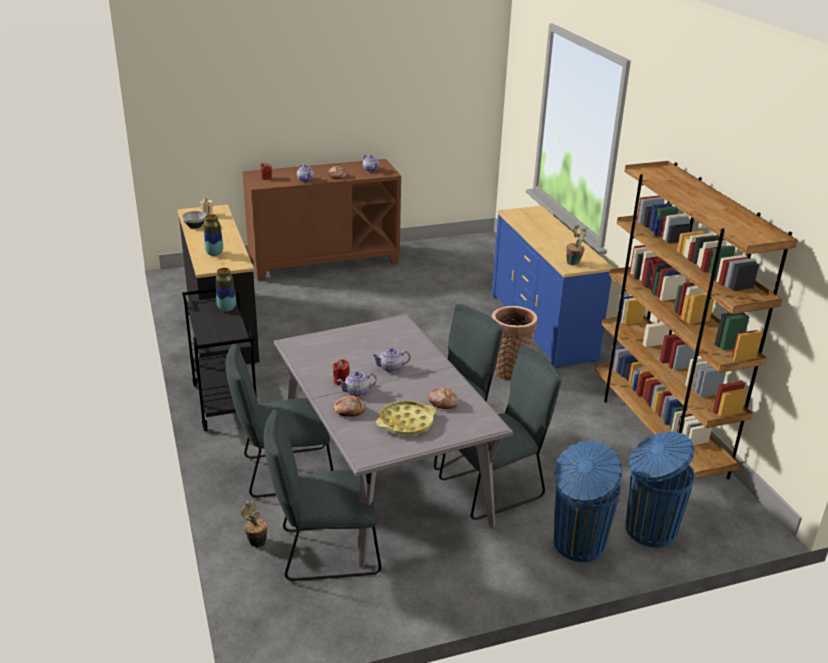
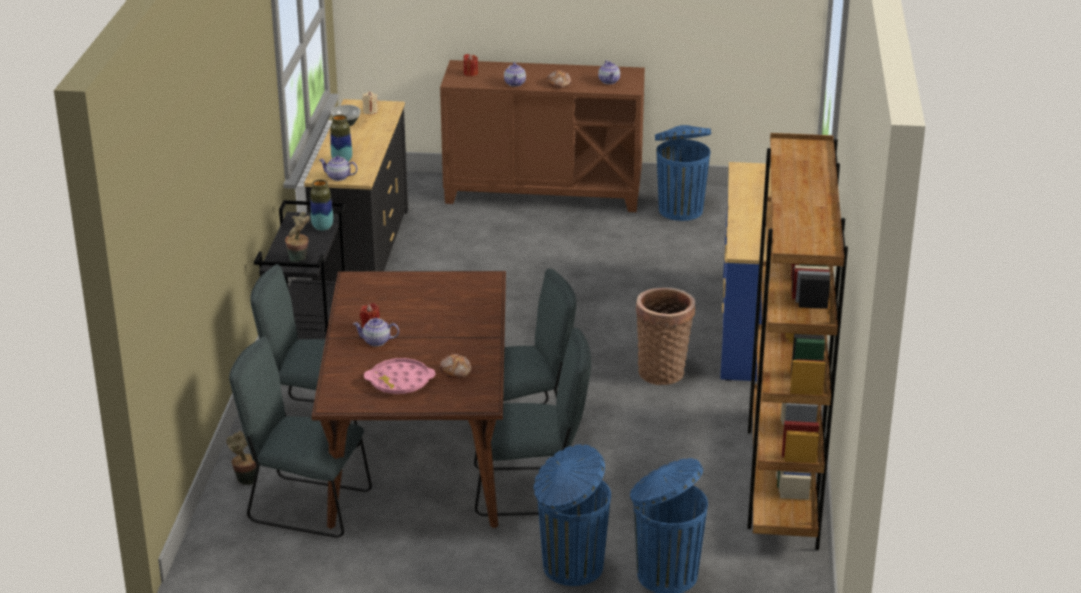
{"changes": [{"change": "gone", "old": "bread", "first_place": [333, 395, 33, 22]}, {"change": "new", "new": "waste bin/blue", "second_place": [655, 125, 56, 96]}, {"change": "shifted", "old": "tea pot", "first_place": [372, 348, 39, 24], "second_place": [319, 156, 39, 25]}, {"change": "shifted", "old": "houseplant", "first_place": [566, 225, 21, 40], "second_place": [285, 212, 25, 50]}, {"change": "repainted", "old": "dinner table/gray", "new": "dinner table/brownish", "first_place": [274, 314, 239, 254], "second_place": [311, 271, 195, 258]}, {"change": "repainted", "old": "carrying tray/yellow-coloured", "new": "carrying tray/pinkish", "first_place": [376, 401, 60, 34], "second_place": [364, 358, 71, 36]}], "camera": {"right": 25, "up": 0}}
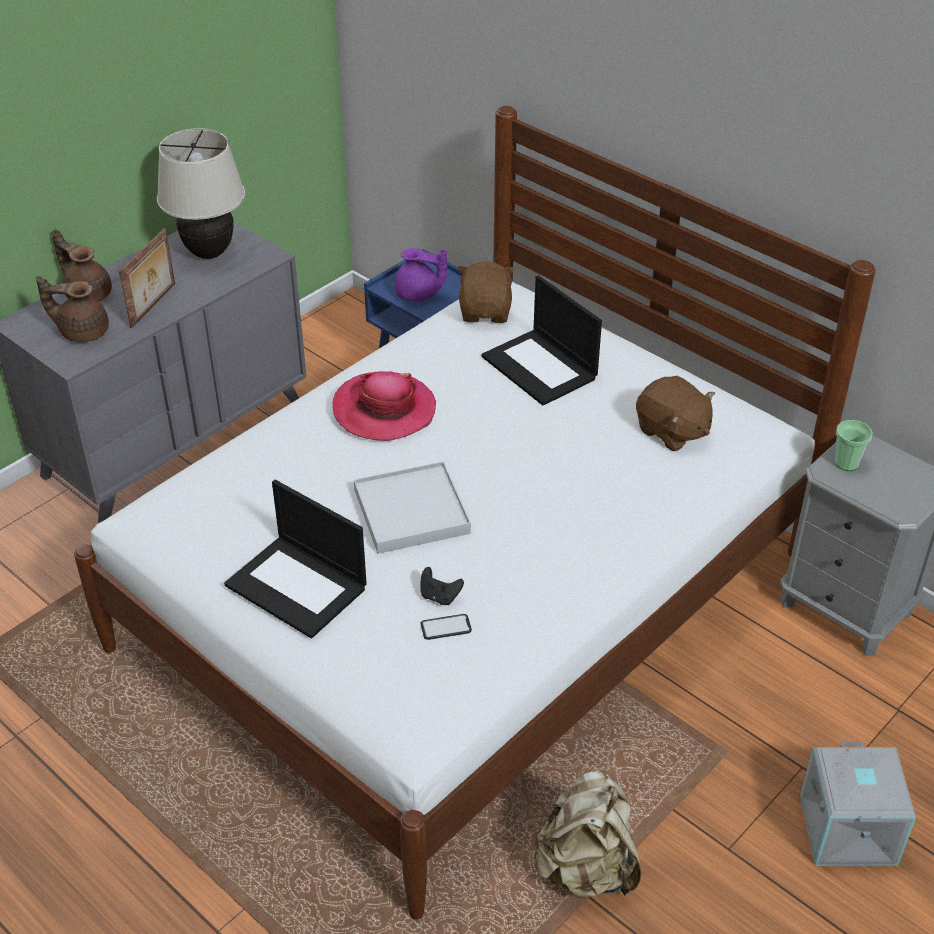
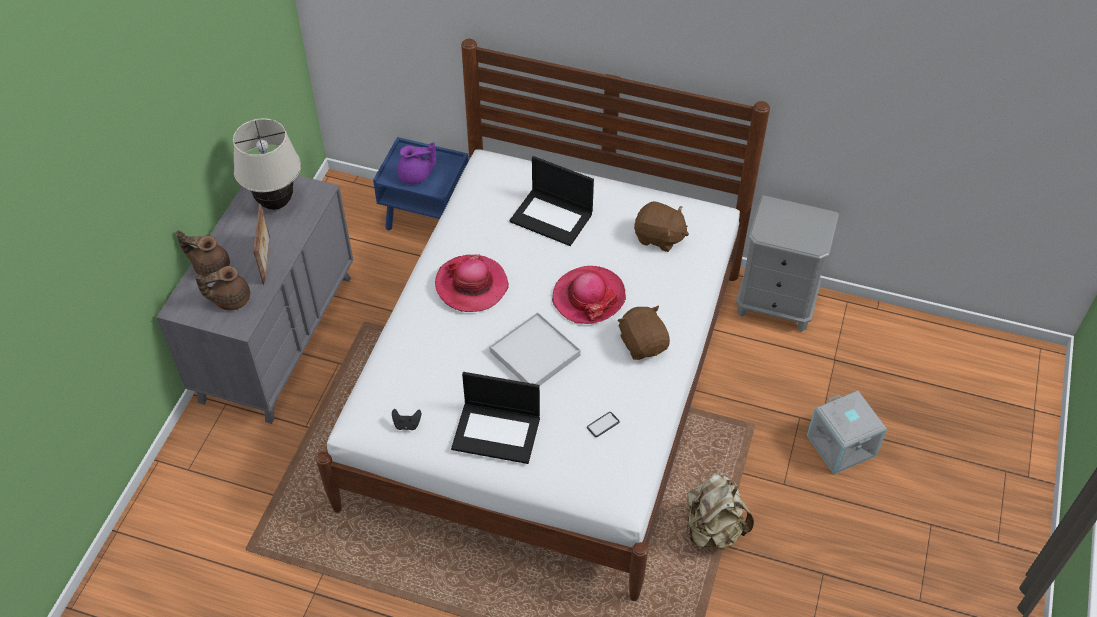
{"changes": [{"change": "gone", "old": "small cup", "first_place": [835, 420, 38, 51]}, {"change": "new", "new": "hat", "second_place": [552, 266, 74, 58]}, {"change": "shifted", "old": "gamepad/black", "first_place": [420, 567, 44, 38], "second_place": [392, 409, 29, 21]}, {"change": "shifted", "old": "cuddly toy/brownish", "first_place": [457, 261, 58, 62], "second_place": [617, 306, 53, 54]}], "camera": {"right": -25, "up": 10}}
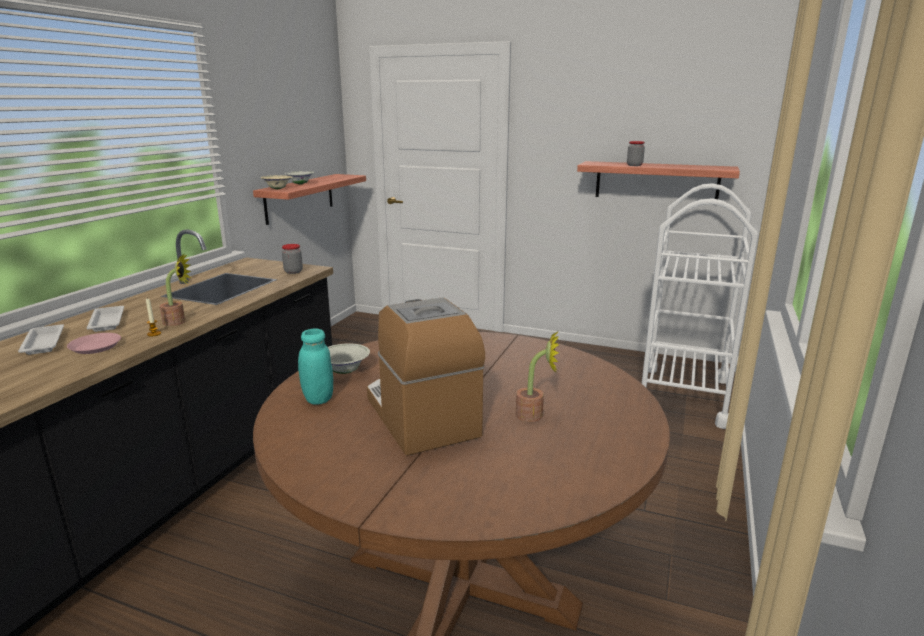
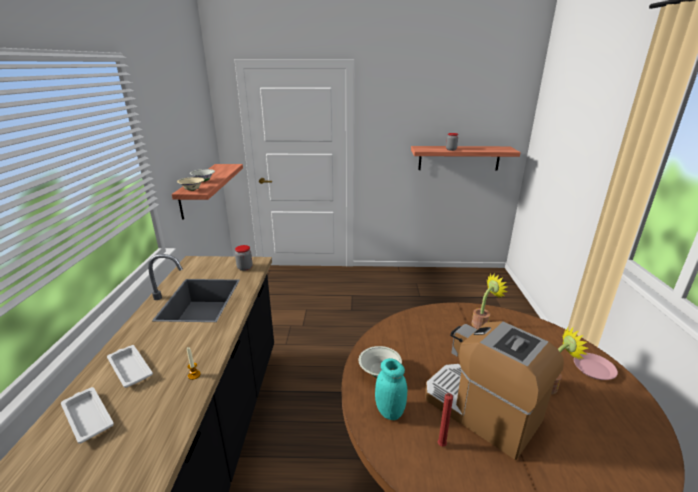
{"changes": [{"change": "gone", "old": "trolley/white-coloured", "first_place": [642, 183, 116, 246]}, {"change": "new", "new": "candle/red", "second_place": [438, 393, 15, 54]}, {"change": "shifted", "old": "flat dish/pinkish", "first_place": [67, 333, 54, 21], "second_place": [574, 353, 44, 27]}, {"change": "shifted", "old": "houseplant", "first_place": [160, 253, 31, 73], "second_place": [472, 273, 35, 56]}], "camera": {"right": -20, "up": 5}}
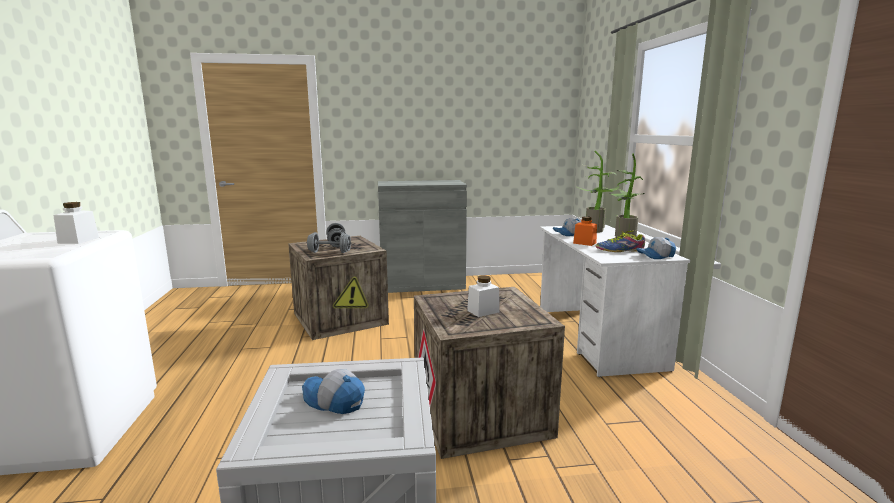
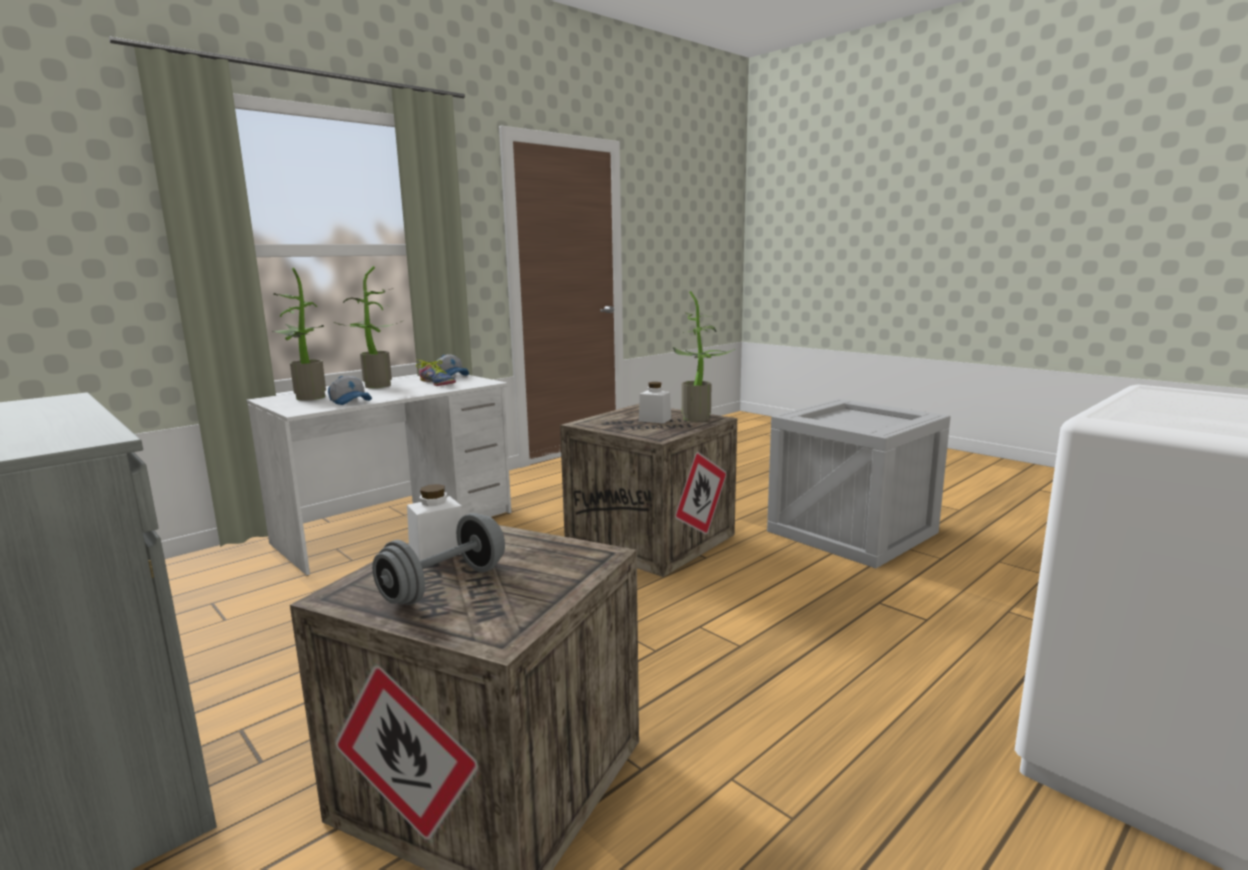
{"changes": [{"change": "gone", "old": "cap", "first_place": [302, 369, 63, 45]}, {"change": "gone", "old": "dumbbell/gray", "first_place": [307, 232, 44, 21]}, {"change": "gone", "old": "preserve jar/orange", "first_place": [573, 216, 24, 30]}, {"change": "new", "new": "houseplant", "second_place": [673, 291, 62, 131]}, {"change": "shifted", "old": "preserve jar/white-coloured", "first_place": [53, 202, 46, 42], "second_place": [407, 484, 56, 77]}], "camera": {"right": -125, "up": 0}}
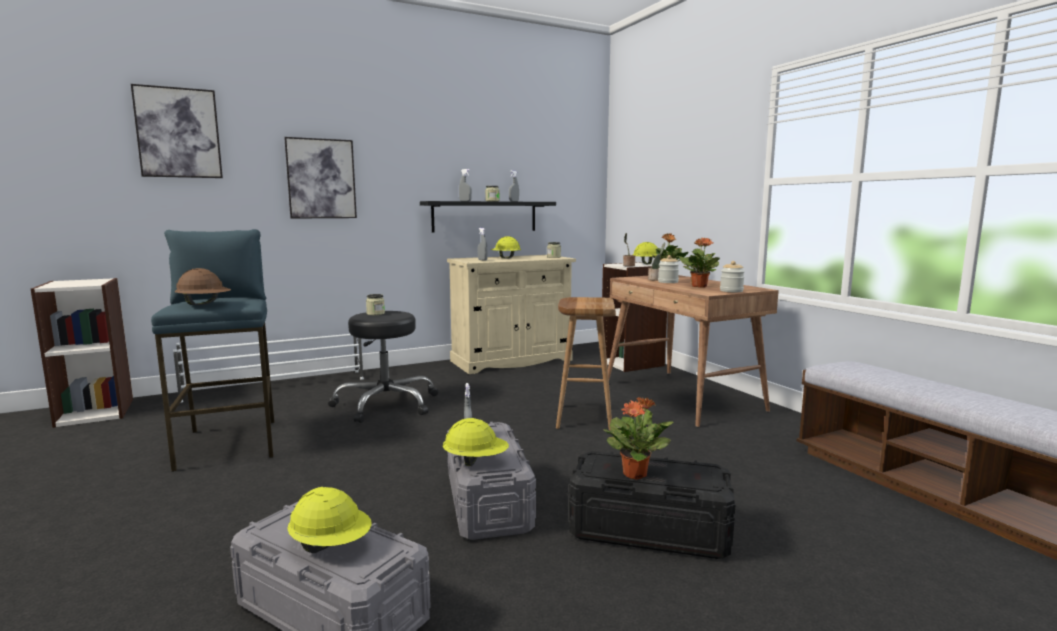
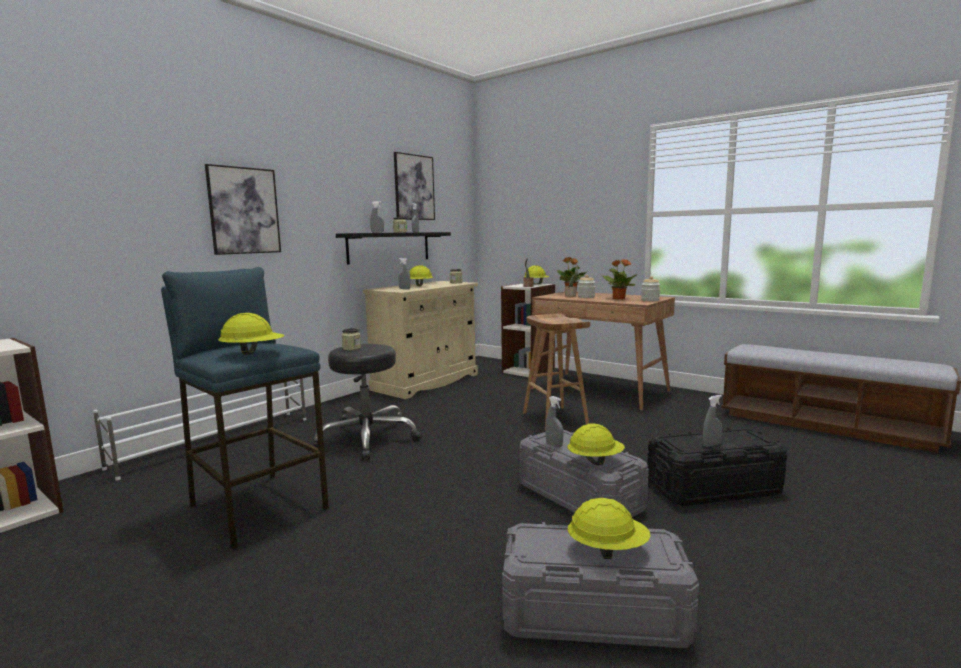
{"changes": [{"change": "shifted", "old": "picture", "first_place": [131, 84, 92, 94], "second_place": [394, 152, 41, 68]}, {"change": "swapped", "old": "houseplant", "new": "spray bottle/gray", "first_place": [603, 397, 71, 83], "second_place": [703, 395, 19, 52]}, {"change": "repainted", "old": "hard hat/brownish", "new": "hard hat/yellow-coloured", "first_place": [175, 268, 56, 37], "second_place": [218, 313, 66, 42]}], "camera": {"right": -25, "up": 0}}
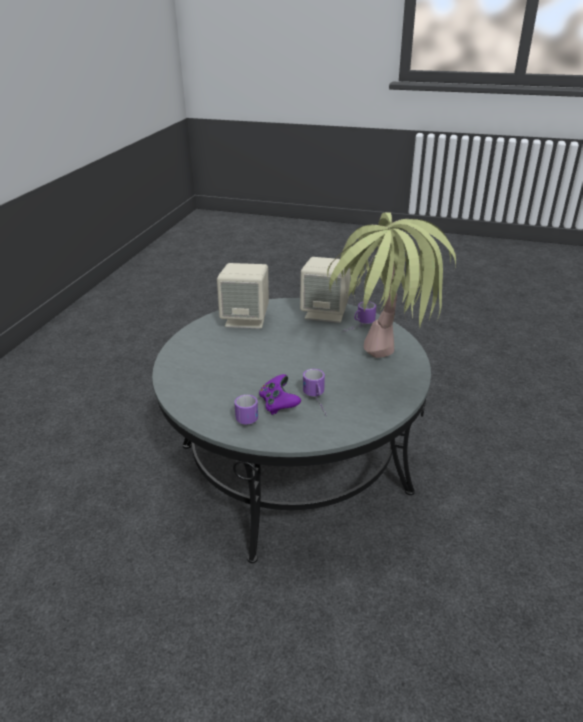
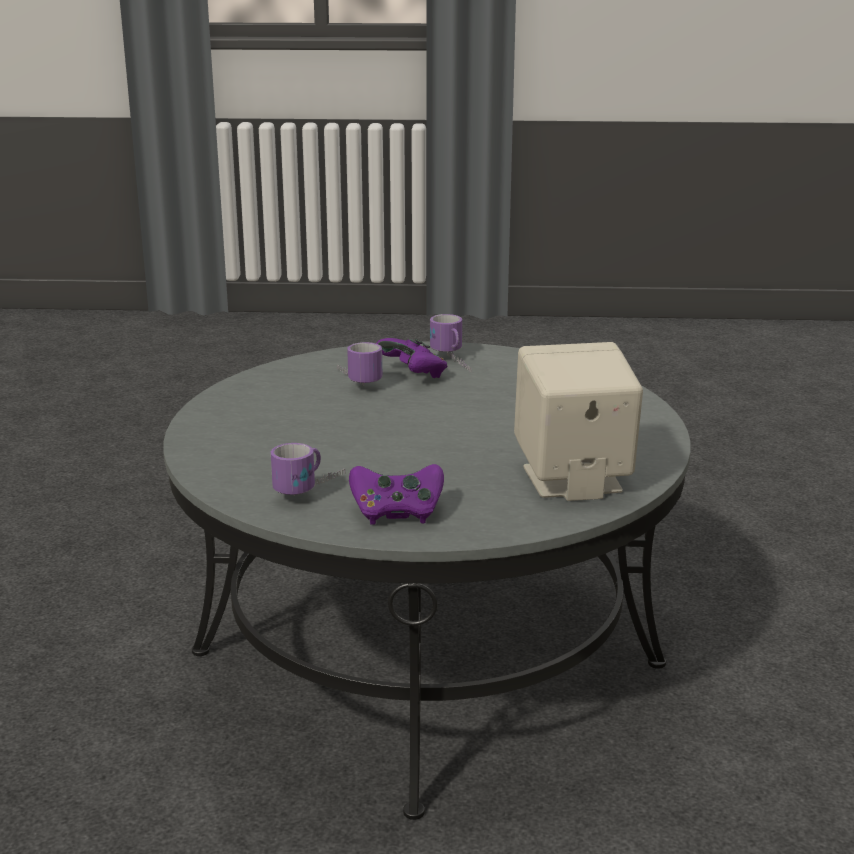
{"changes": [{"change": "gone", "old": "houseplant", "first_place": [327, 212, 129, 146]}, {"change": "swapped", "old": "loudspeaker/sand-coloured", "new": "gamepad/purple", "first_place": [300, 257, 50, 66], "second_place": [349, 464, 95, 60]}], "camera": {"right": 165, "up": -10}}
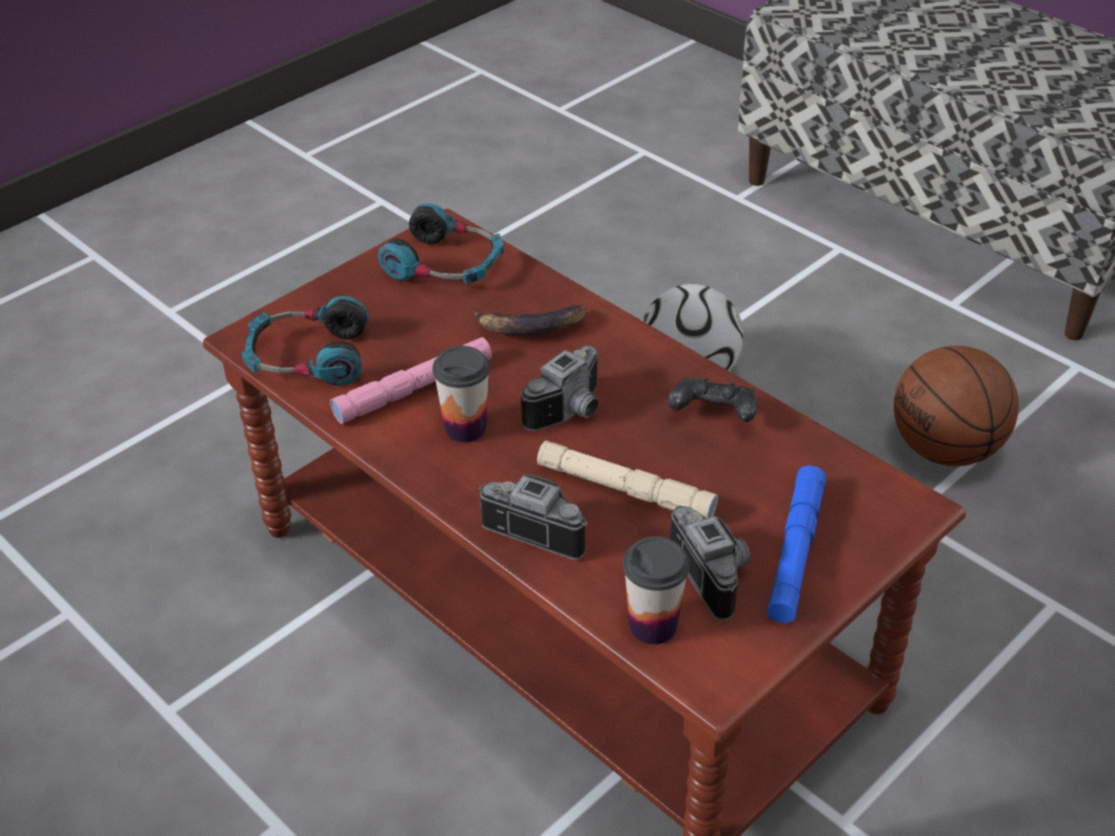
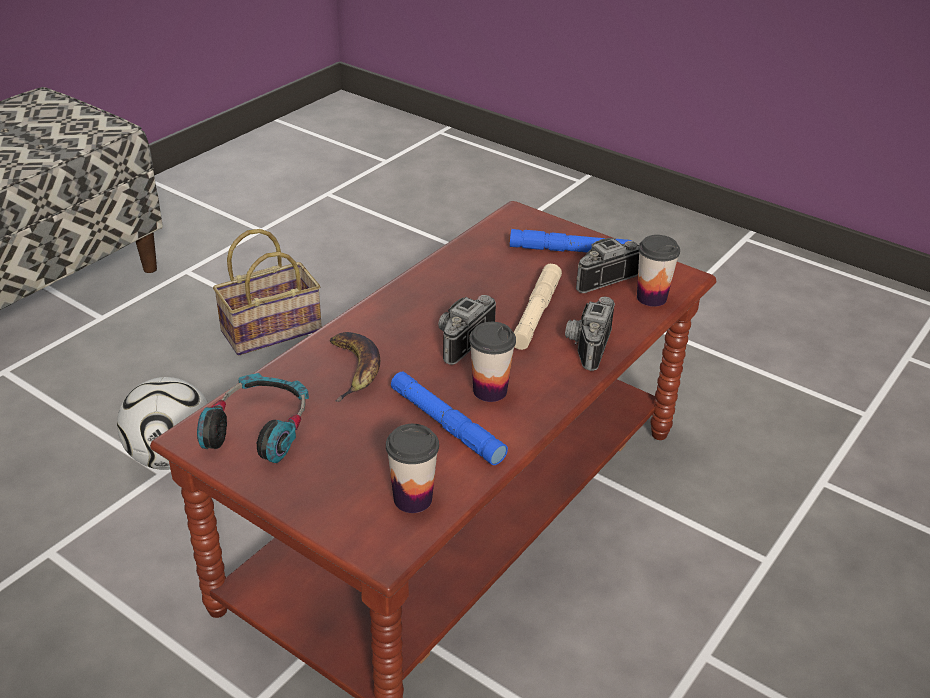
{"changes": [{"change": "gone", "old": "gamepad/black", "first_place": [668, 377, 89, 45]}, {"change": "swapped", "old": "headset", "new": "small cup", "first_place": [242, 296, 127, 90], "second_place": [386, 424, 53, 89]}, {"change": "swapped", "old": "basketball", "new": "storage basket", "first_place": [894, 346, 125, 120], "second_place": [213, 229, 109, 126]}, {"change": "repainted", "old": "torch/pinkish", "new": "torch/blue", "first_place": [330, 337, 162, 87], "second_place": [391, 372, 117, 93]}, {"change": "rotated", "old": "still camera", "first_place": [521, 345, 77, 86], "second_place": [438, 295, 58, 70], "degrees": -90}], "camera": {"right": -100, "up": -5}}
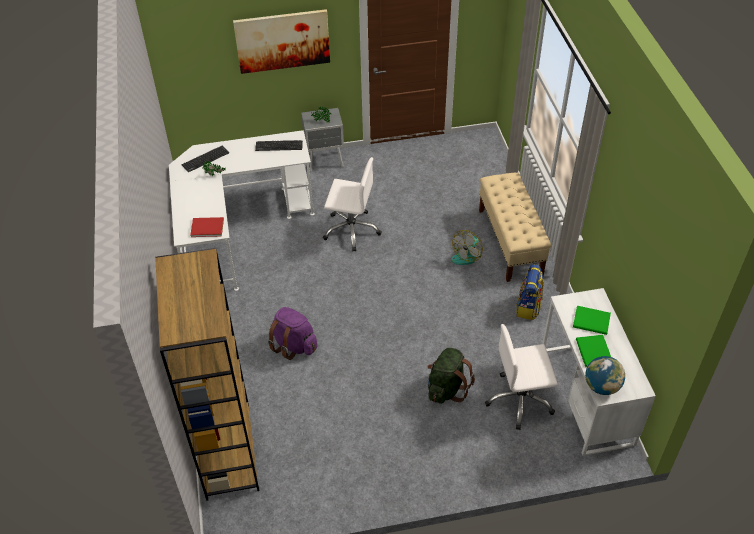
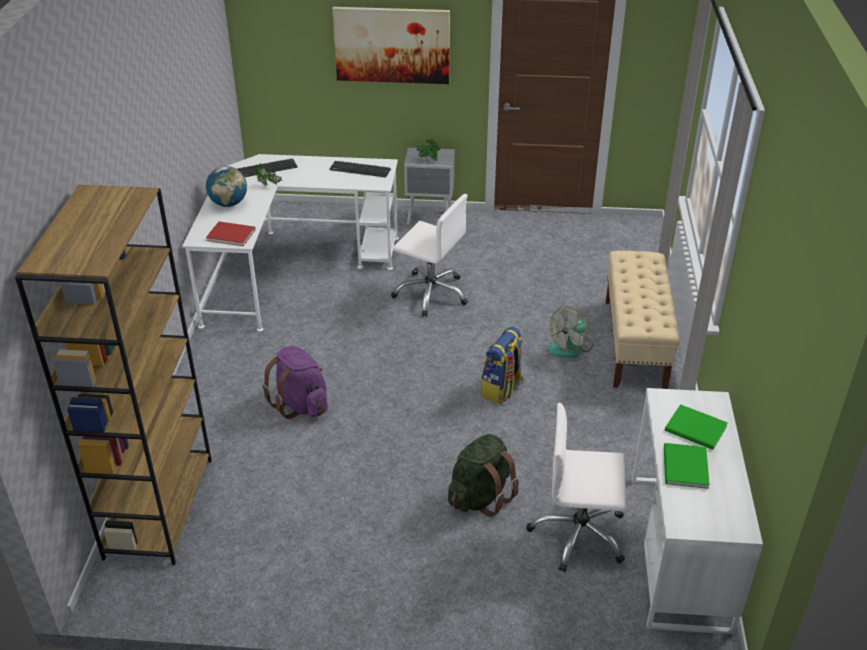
{"changes": [{"change": "shifted", "old": "rucksack", "first_place": [516, 264, 27, 56], "second_place": [481, 327, 42, 77]}, {"change": "shifted", "old": "globe", "first_place": [585, 356, 40, 39], "second_place": [206, 166, 41, 41]}], "camera": {"right": 15, "up": -10}}
